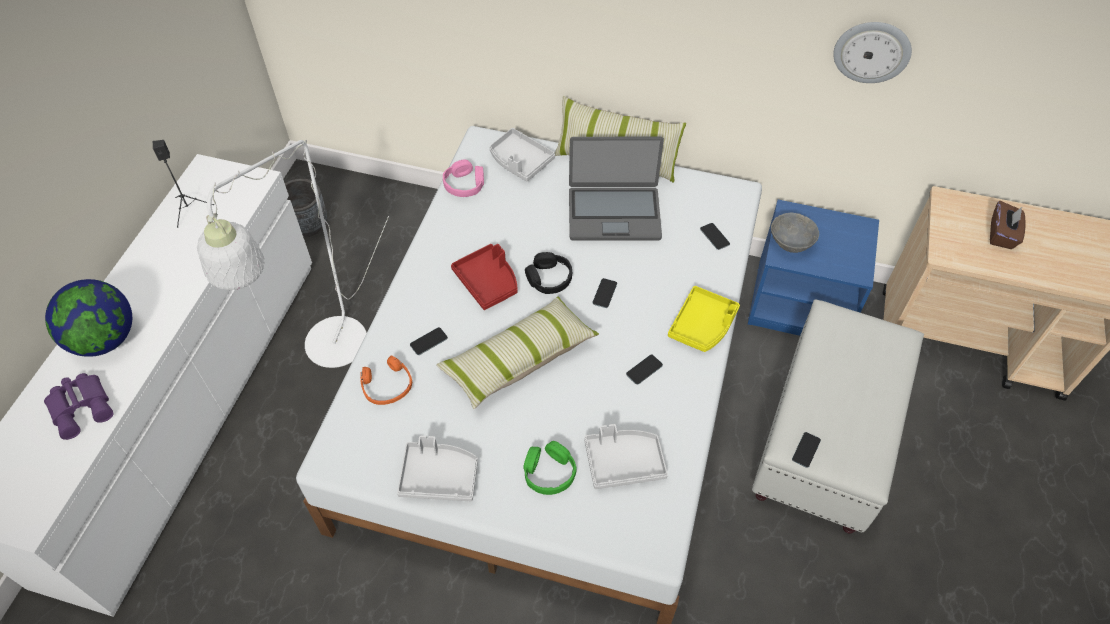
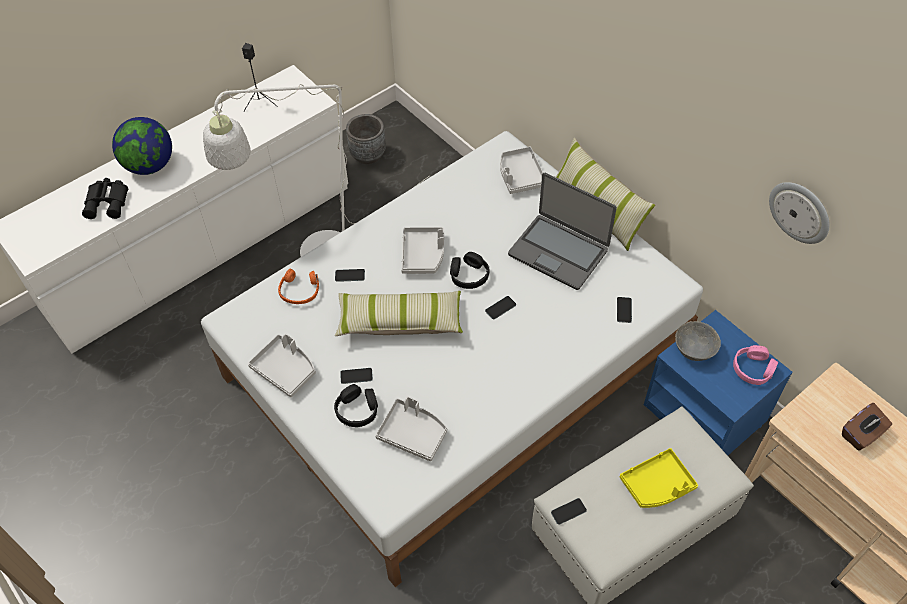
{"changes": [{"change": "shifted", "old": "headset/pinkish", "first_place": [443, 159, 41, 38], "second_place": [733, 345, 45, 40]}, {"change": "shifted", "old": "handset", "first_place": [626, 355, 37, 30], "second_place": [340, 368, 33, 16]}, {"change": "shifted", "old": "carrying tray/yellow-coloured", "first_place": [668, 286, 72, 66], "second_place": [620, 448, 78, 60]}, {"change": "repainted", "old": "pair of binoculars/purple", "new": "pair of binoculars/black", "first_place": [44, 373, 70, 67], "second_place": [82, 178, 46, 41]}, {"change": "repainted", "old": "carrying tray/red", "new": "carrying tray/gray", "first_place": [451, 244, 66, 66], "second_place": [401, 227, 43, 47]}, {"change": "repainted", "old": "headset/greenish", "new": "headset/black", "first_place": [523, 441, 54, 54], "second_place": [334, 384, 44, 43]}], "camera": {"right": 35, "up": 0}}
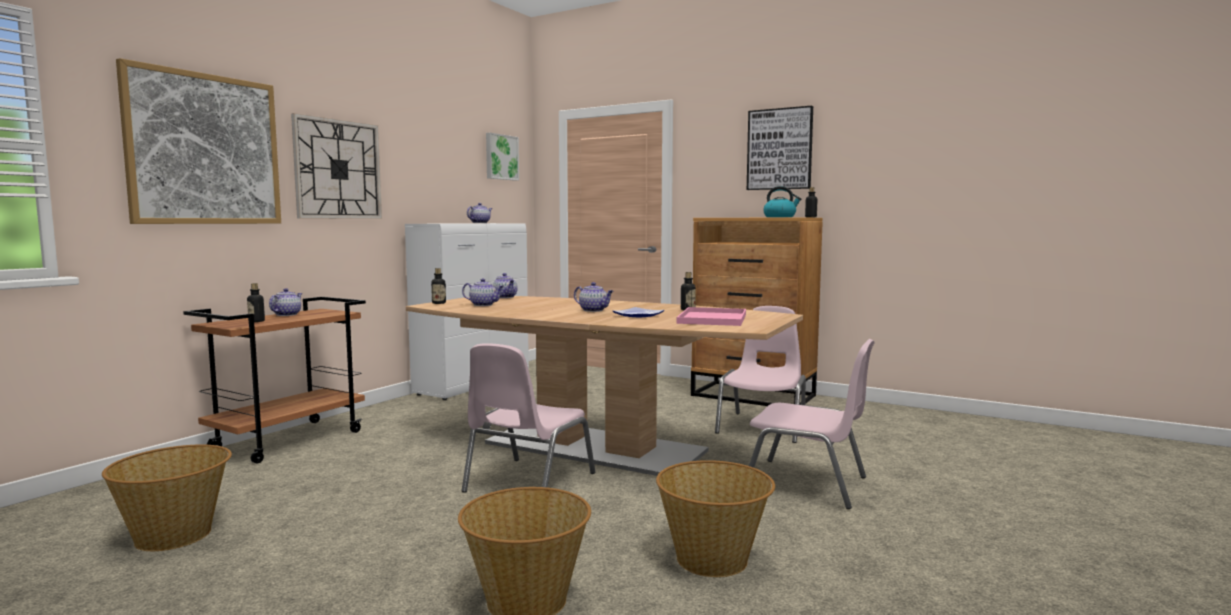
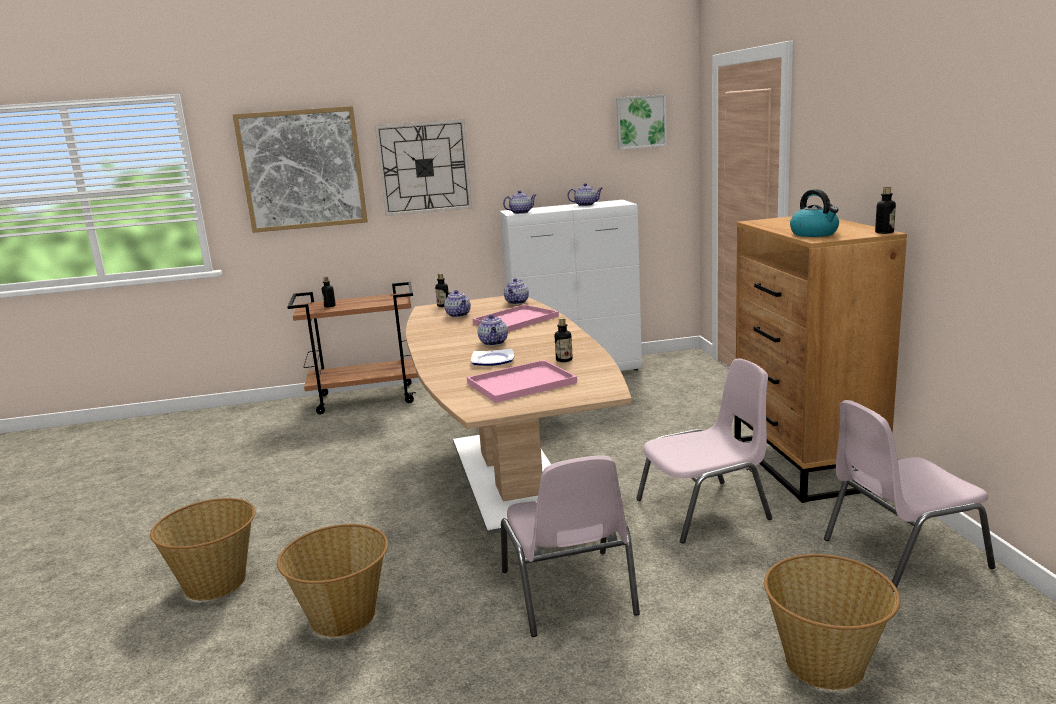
{"changes": [{"change": "gone", "old": "picture", "first_place": [747, 106, 66, 84]}, {"change": "new", "new": "carrying tray/pinkish", "second_place": [473, 305, 86, 27]}, {"change": "shifted", "old": "storage basket", "first_place": [102, 444, 130, 107], "second_place": [764, 554, 136, 136]}, {"change": "shifted", "old": "tea pot", "first_place": [269, 288, 33, 28], "second_place": [503, 190, 33, 24]}, {"change": "shifted", "old": "upright chair/pinkish", "first_place": [462, 343, 133, 150], "second_place": [824, 400, 171, 192]}], "camera": {"right": 50, "up": 10}}
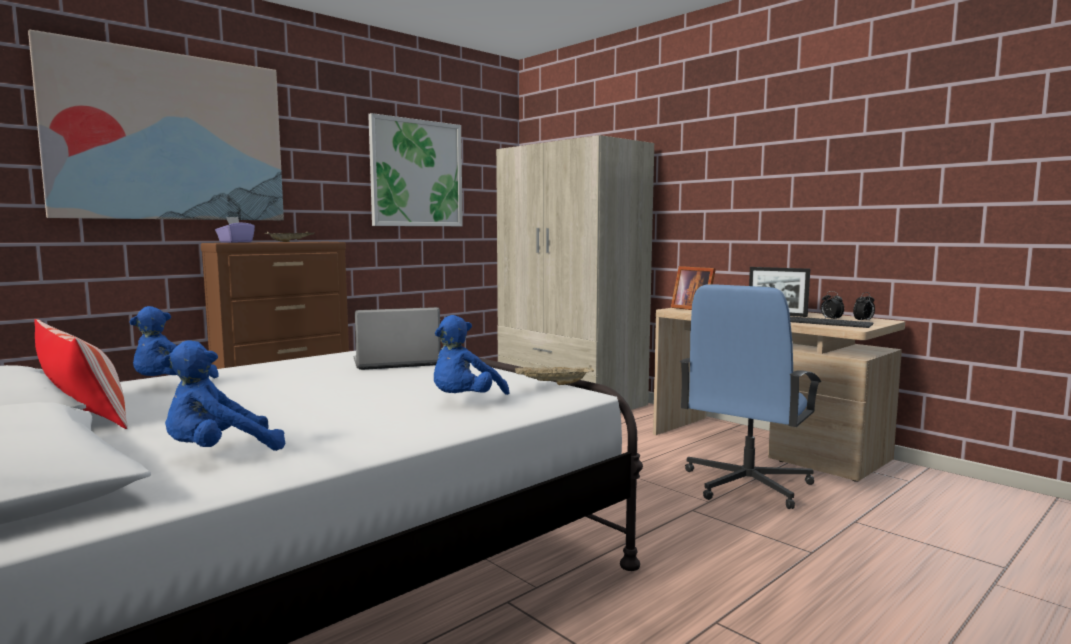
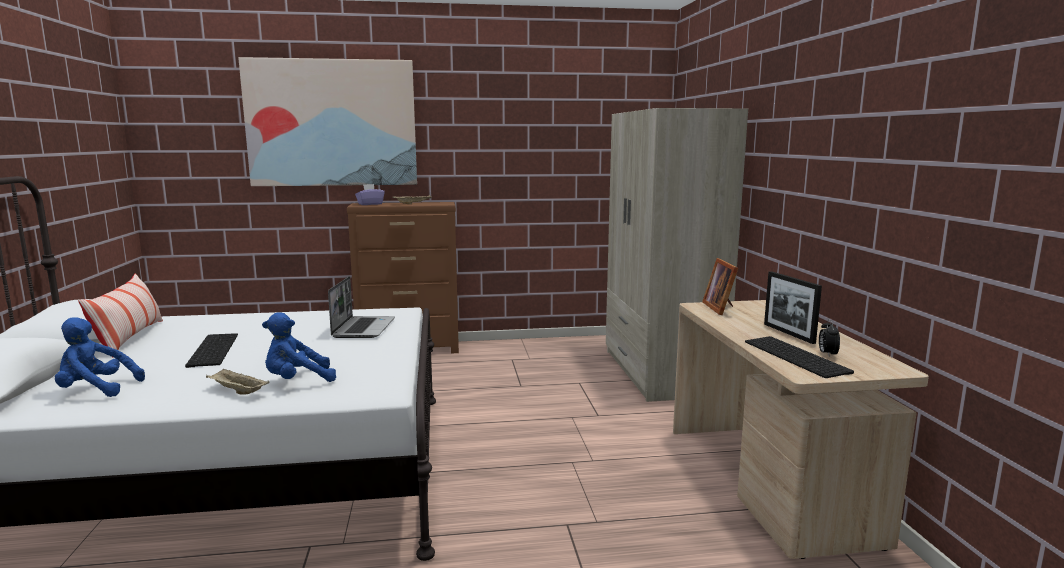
{"changes": [{"change": "gone", "old": "cuddly toy/blue", "first_place": [129, 306, 90, 72]}, {"change": "gone", "old": "picture", "first_place": [368, 113, 95, 113]}, {"change": "gone", "old": "computer chair/blue", "first_place": [680, 284, 141, 225]}, {"change": "gone", "old": "alarm clock", "first_place": [853, 292, 22, 29]}, {"change": "new", "new": "computer keyboard", "second_place": [185, 333, 53, 35]}, {"change": "shifted", "old": "carrying tray/sand-coloured", "first_place": [515, 365, 79, 20], "second_place": [206, 368, 64, 26]}, {"change": "rotated", "old": "notebook computer", "first_place": [354, 307, 87, 63], "second_place": [328, 276, 67, 62], "degrees": 75}], "camera": {"right": 35, "up": 5}}
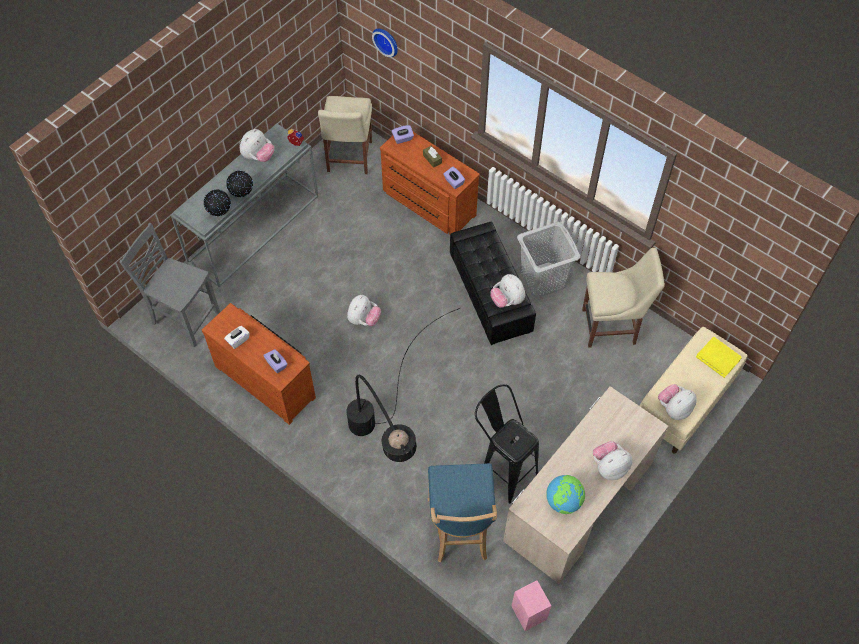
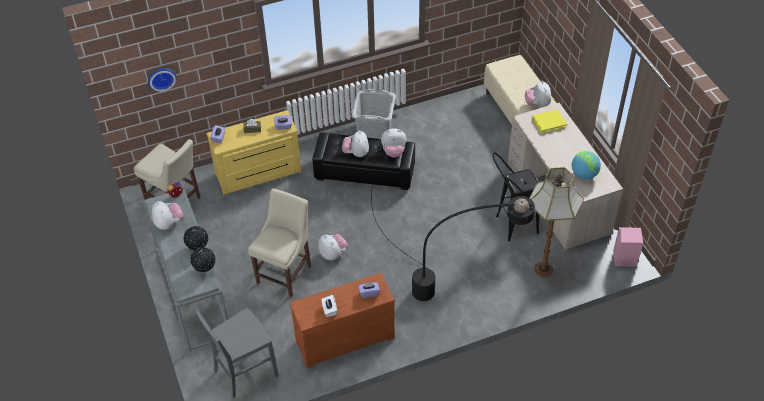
{"changes": [{"change": "shifted", "old": "upright chair/sand-coloured", "first_place": [582, 248, 83, 100], "second_place": [248, 189, 63, 108]}, {"change": "shifted", "old": "cuddly toy", "first_place": [593, 441, 39, 39], "second_place": [342, 130, 27, 27]}, {"change": "shifted", "old": "bound book/yellow-coloured", "first_place": [696, 337, 45, 41], "second_place": [532, 110, 35, 24]}, {"change": "swapped", "old": "stool/blue", "new": "floor lamp", "first_place": [428, 463, 69, 100], "second_place": [529, 167, 55, 111]}, {"change": "repainted", "old": "drawer chest/brownish", "new": "drawer chest/yellow-coloured", "first_place": [380, 132, 100, 103], "second_place": [206, 110, 95, 85]}], "camera": {"right": -60, "up": -10}}
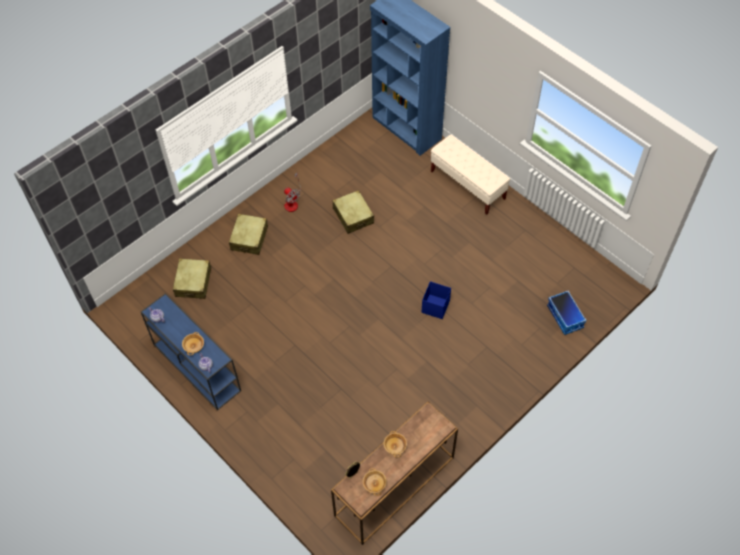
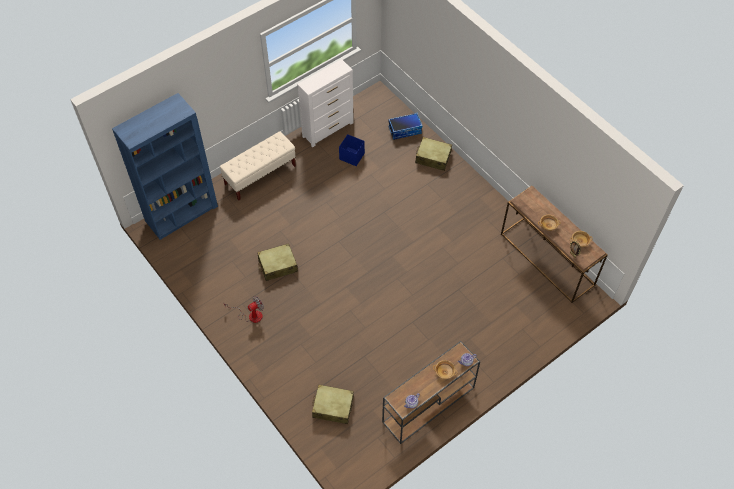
{"changes": [{"change": "new", "new": "drawer chest/white-coloured", "second_place": [297, 59, 57, 88]}, {"change": "shifted", "old": "suitcase/sand-coloured", "first_place": [229, 214, 39, 41], "second_place": [415, 137, 37, 34]}, {"change": "shifted", "old": "storage bin/blue", "first_place": [422, 281, 29, 38], "second_place": [339, 134, 26, 32]}, {"change": "repainted", "old": "console table/blue", "new": "console table/brownish", "first_place": [141, 293, 100, 118], "second_place": [382, 341, 98, 103]}], "camera": {"right": -85, "up": 0}}
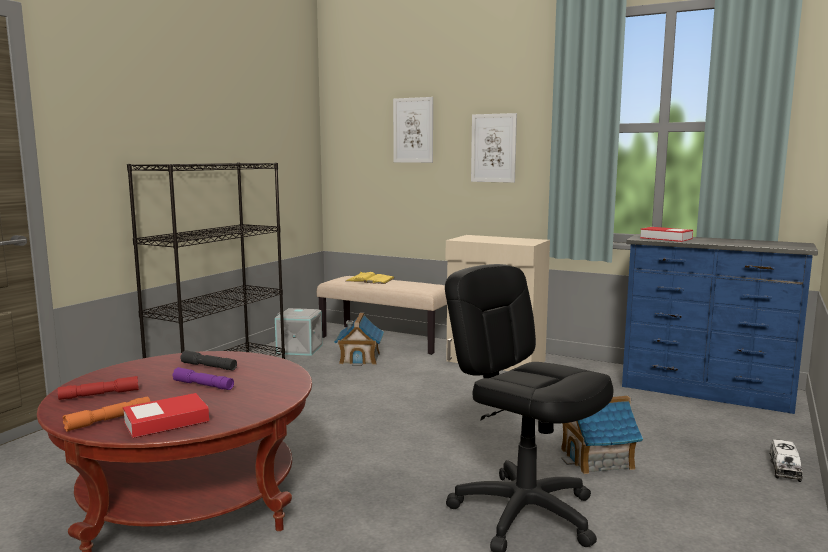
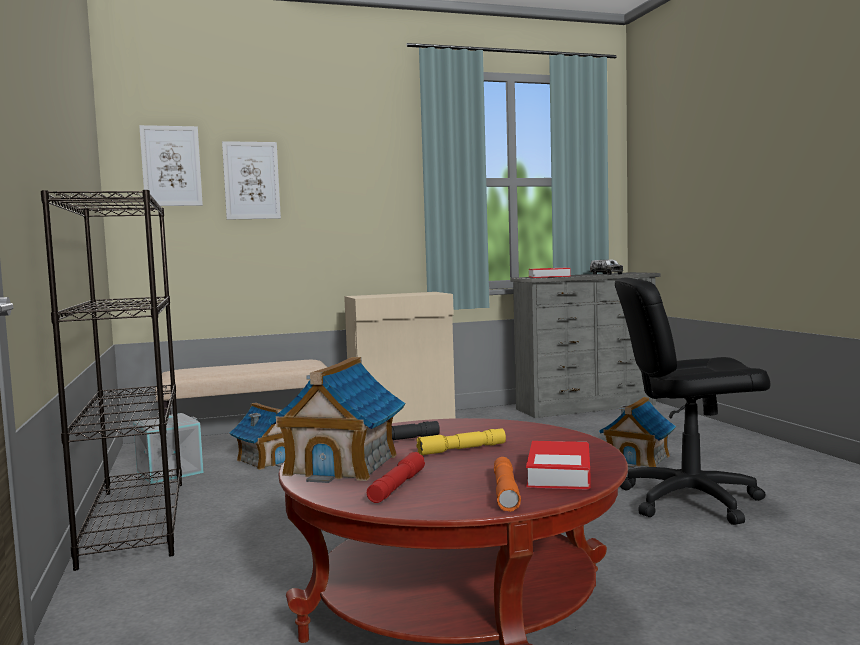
{"changes": [{"change": "gone", "old": "bound book/yellow-coloured", "first_place": [345, 272, 49, 12]}, {"change": "new", "new": "toy house", "second_place": [269, 357, 136, 126]}, {"change": "shifted", "old": "picture", "first_place": [471, 113, 46, 70], "second_place": [139, 125, 64, 81]}, {"change": "shifted", "old": "toy lorry", "first_place": [769, 439, 34, 43], "second_place": [590, 260, 33, 15]}, {"change": "repainted", "old": "torch/purple", "new": "torch/yellow-coloured", "first_place": [172, 367, 62, 23], "second_place": [416, 428, 90, 27]}, {"change": "repainted", "old": "drawer chest/blue", "new": "drawer chest/gray", "first_place": [622, 234, 196, 180], "second_place": [510, 272, 150, 146]}], "camera": {"right": -45, "up": -5}}
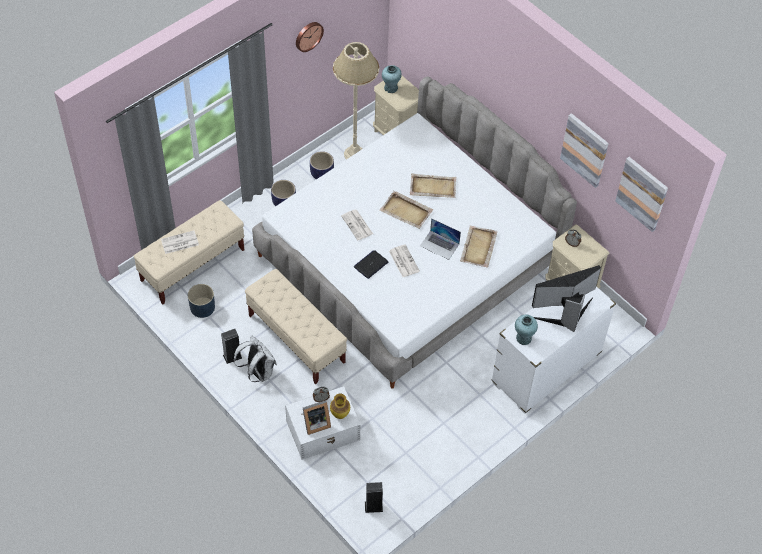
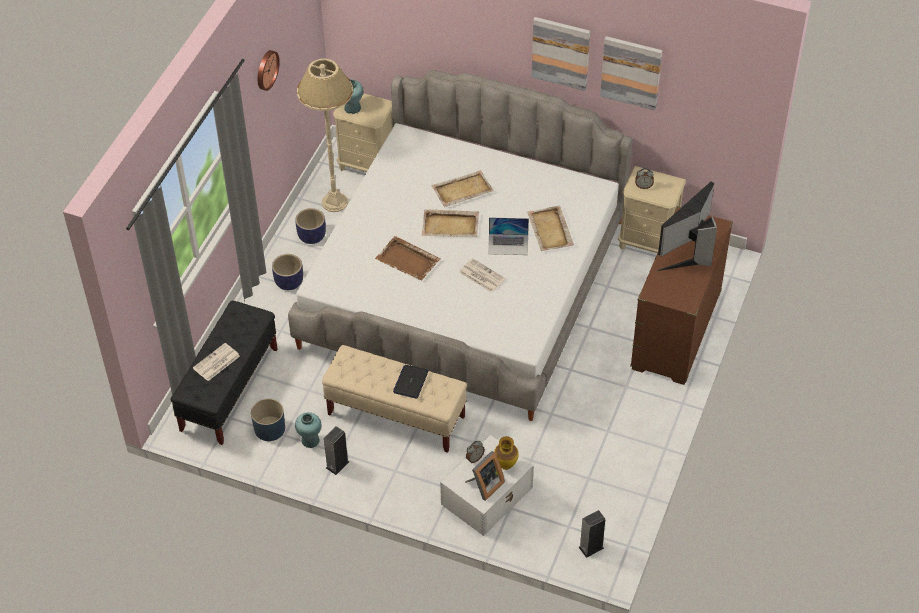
{"changes": [{"change": "gone", "old": "rucksack/white-coloured", "first_place": [233, 336, 44, 46]}, {"change": "shifted", "old": "notebook computer", "first_place": [354, 250, 34, 29], "second_place": [393, 365, 35, 34]}, {"change": "shifted", "old": "decorative vase/turquoise", "first_place": [515, 315, 23, 30], "second_place": [295, 412, 26, 36]}, {"change": "shifted", "old": "picture", "first_place": [615, 157, 53, 75], "second_place": [531, 17, 59, 74]}, {"change": "swapped", "old": "printed paper", "new": "carrying tray/brownish", "first_place": [341, 210, 32, 30], "second_place": [375, 236, 66, 45]}, {"change": "repainted", "old": "long seat/sand-coloured", "new": "long seat/black", "first_place": [134, 200, 110, 104], "second_place": [170, 301, 108, 144]}, {"change": "repainted", "old": "drawer chest/white-coloured", "new": "drawer chest/brownish", "first_place": [491, 287, 125, 127], "second_place": [630, 206, 103, 179]}], "camera": {"right": -25, "up": -5}}
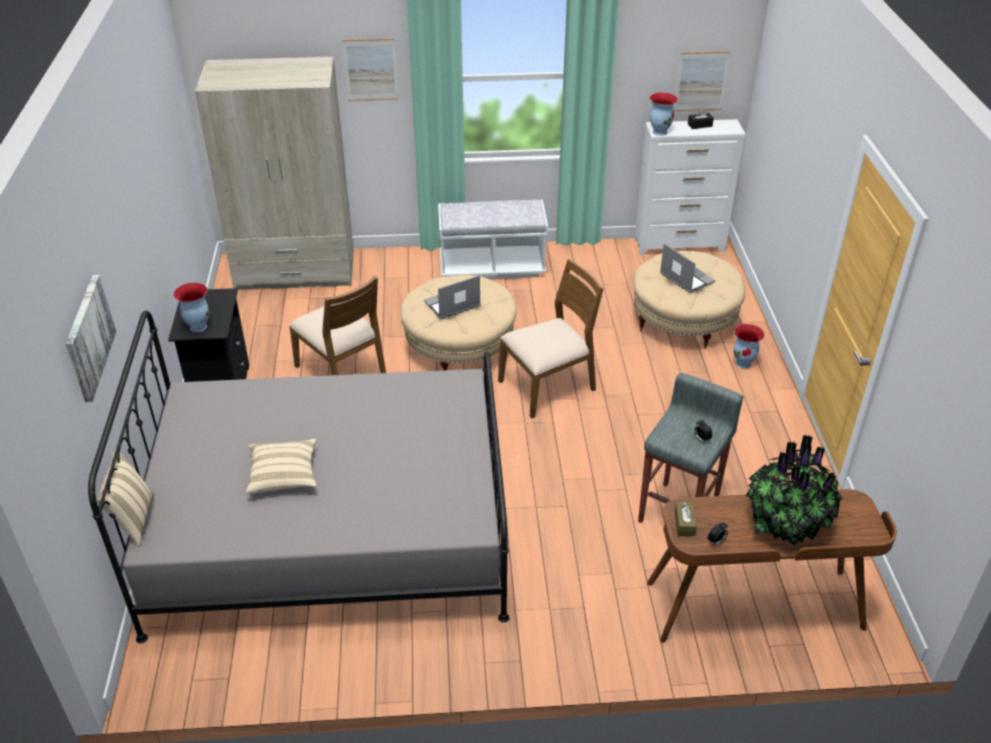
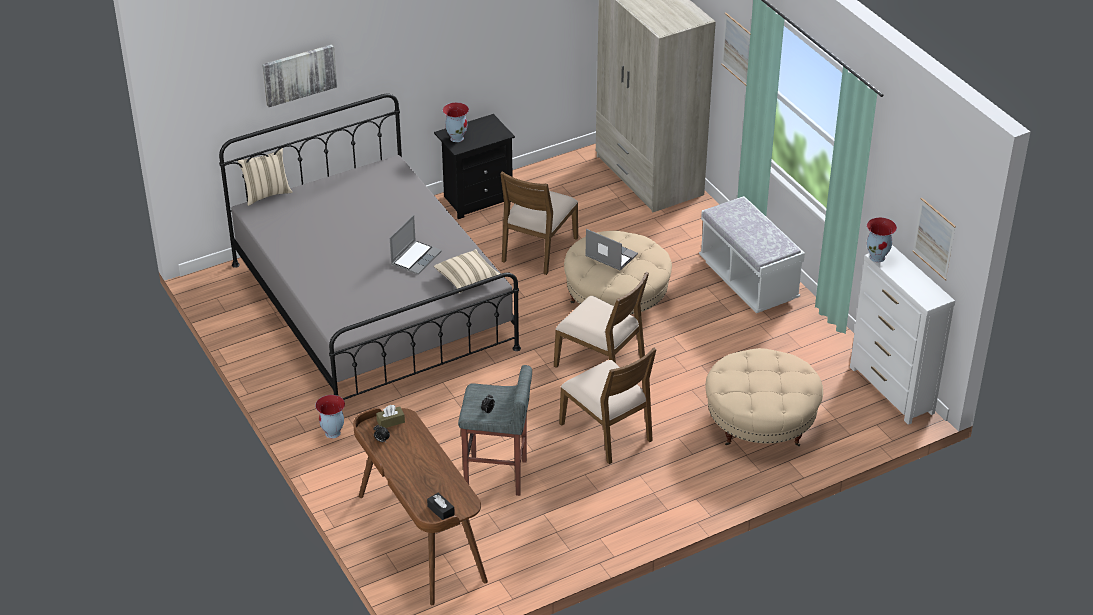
{"changes": [{"change": "gone", "old": "houseplant", "first_place": [745, 435, 98, 110]}, {"change": "new", "new": "upright chair/brownish", "second_place": [559, 347, 97, 117]}, {"change": "shifted", "old": "cushion/sand-coloured", "first_place": [246, 439, 70, 55], "second_place": [434, 249, 66, 44]}, {"change": "shifted", "old": "notebook computer", "first_place": [660, 243, 55, 50], "second_place": [390, 215, 52, 60]}, {"change": "shifted", "old": "tissue box/black", "first_place": [688, 108, 26, 21], "second_place": [427, 493, 28, 27]}, {"change": "shifted", "old": "decorative vase", "first_place": [734, 324, 31, 45], "second_place": [315, 395, 30, 43]}], "camera": {"right": 65, "up": 0}}
